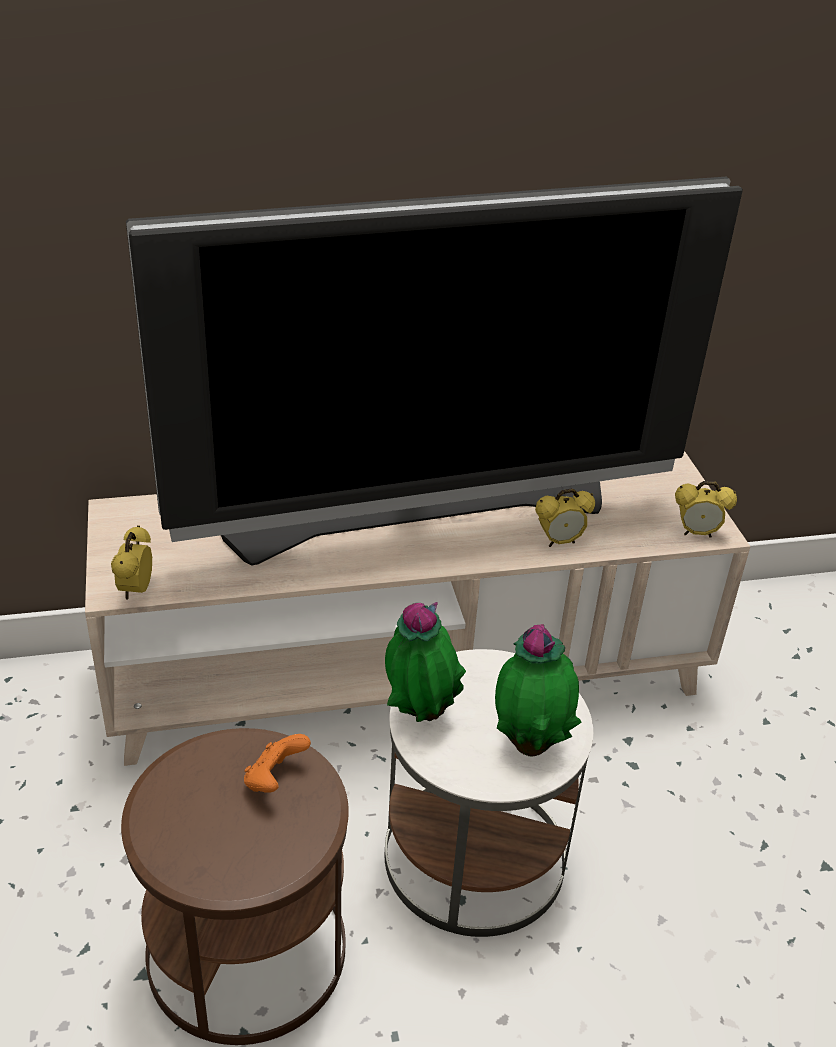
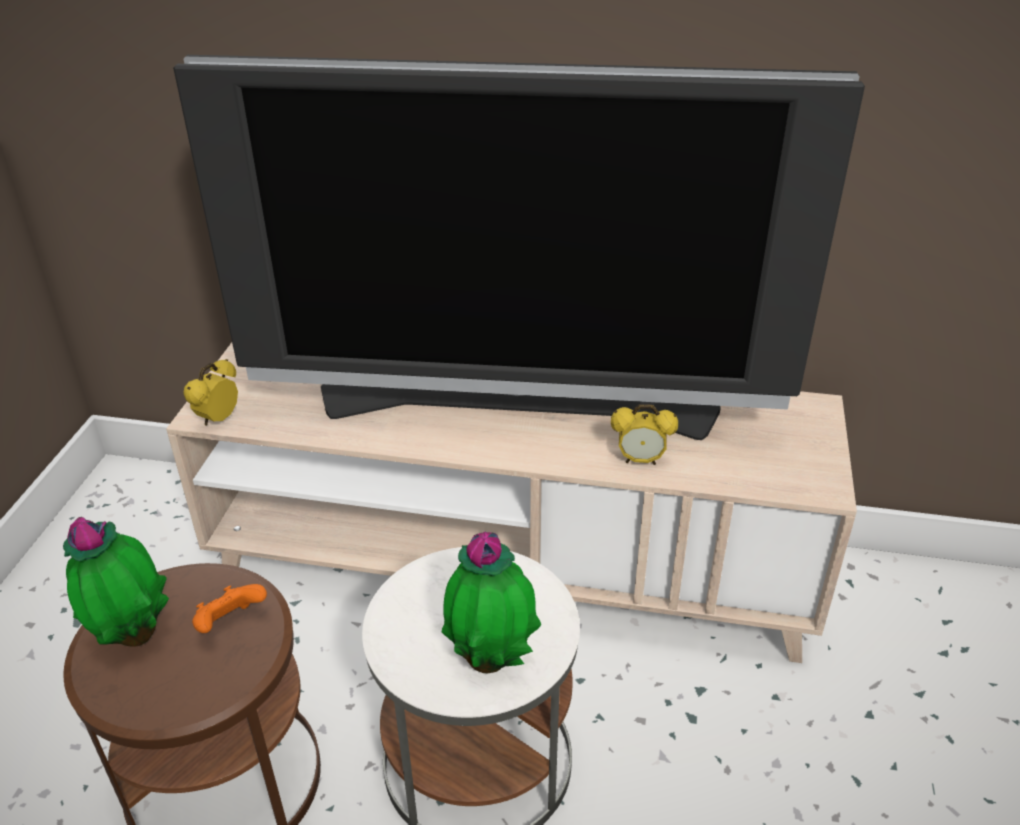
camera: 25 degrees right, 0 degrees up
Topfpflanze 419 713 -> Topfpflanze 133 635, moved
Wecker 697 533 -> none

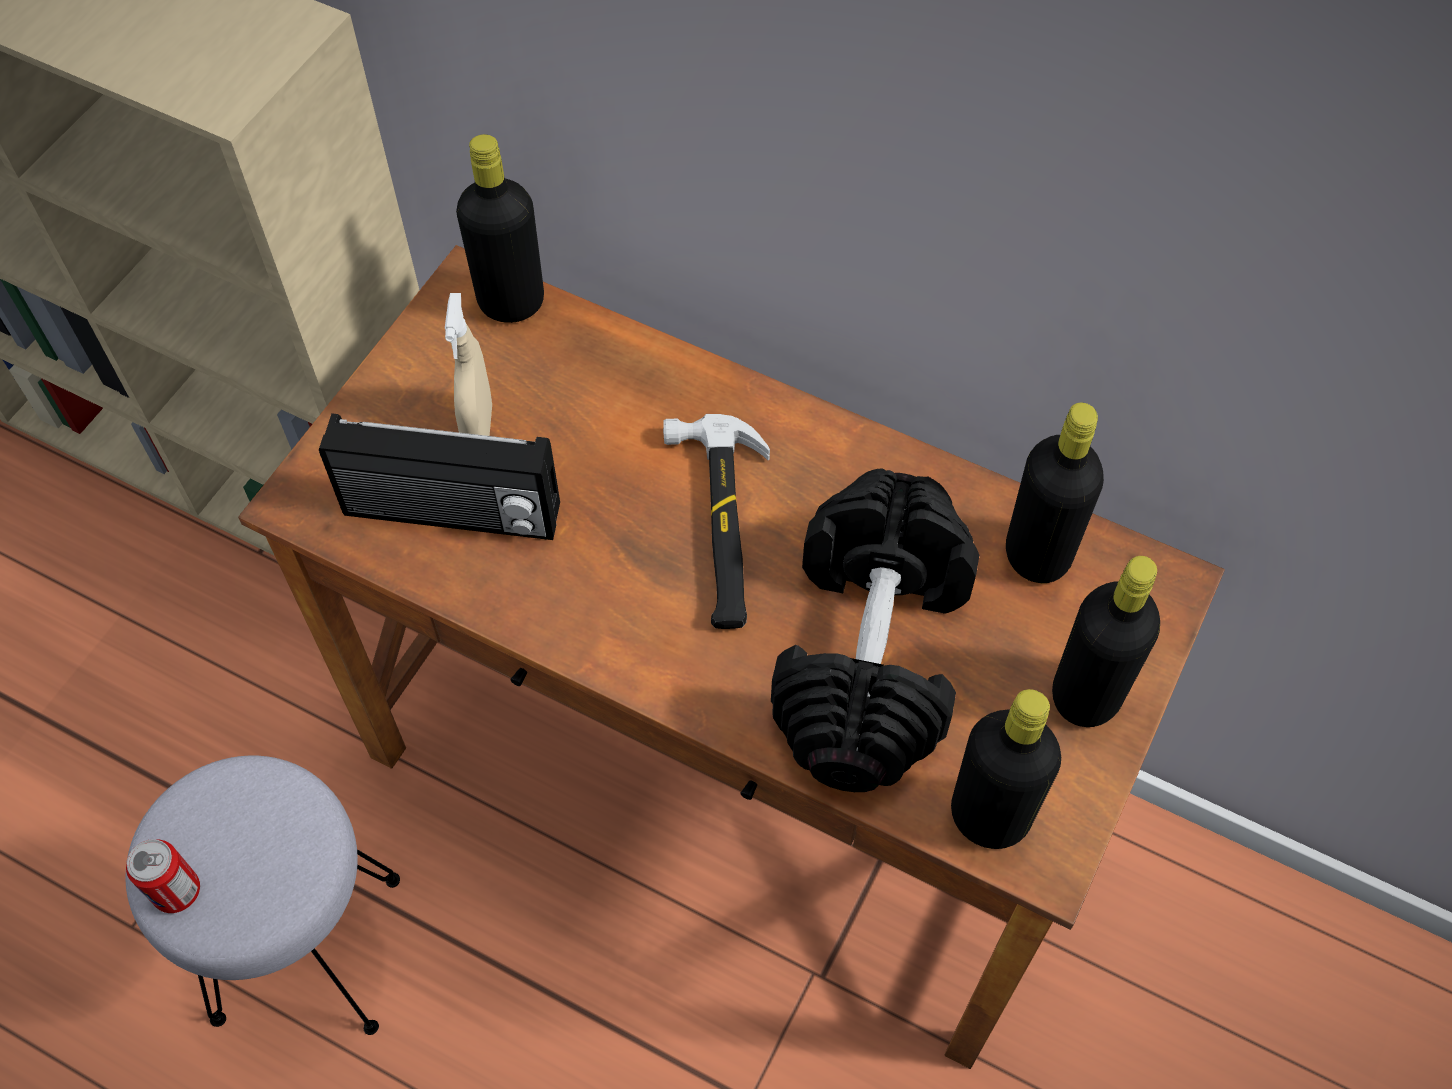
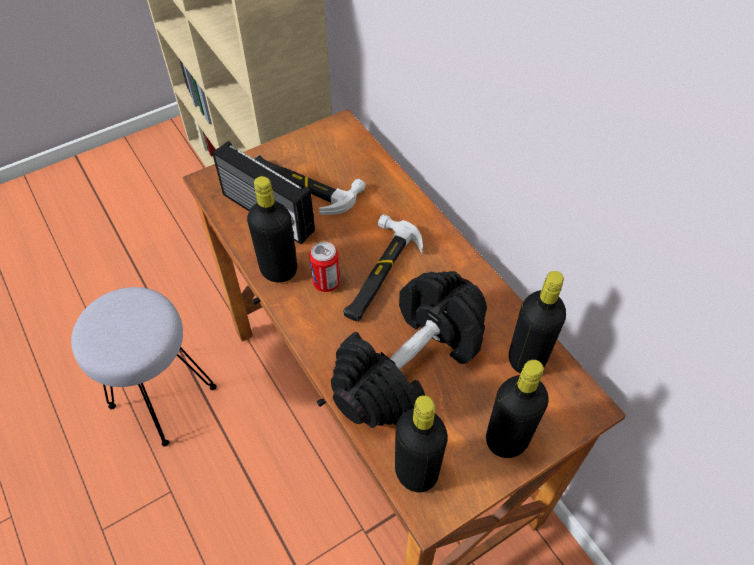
camera: 30 degrees right, 5 degrees down
Flasche [schwarz] 511 302 -> Flasche [schwarz] 278 270, moved
Sprühflasche [beige] 479 429 -> Hammer 303 185
Dose 177 891 -> Dose 326 282, moved

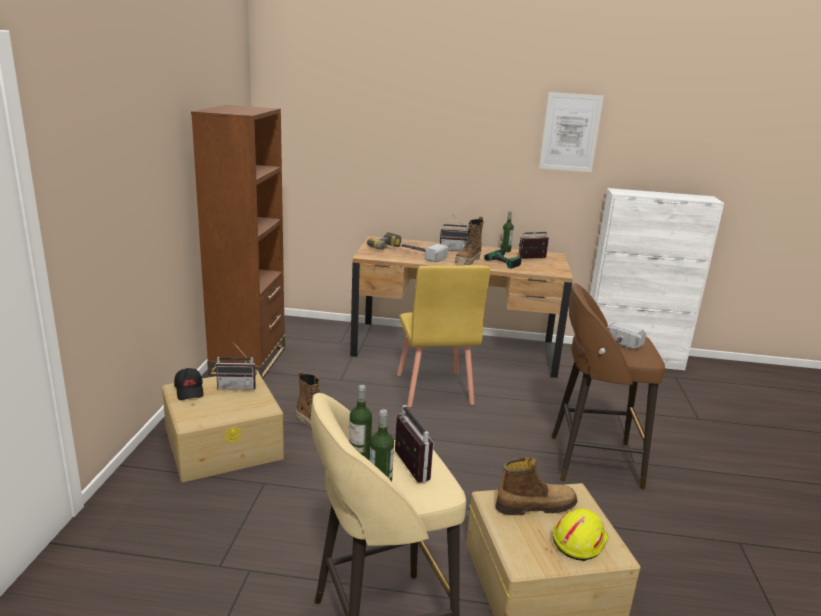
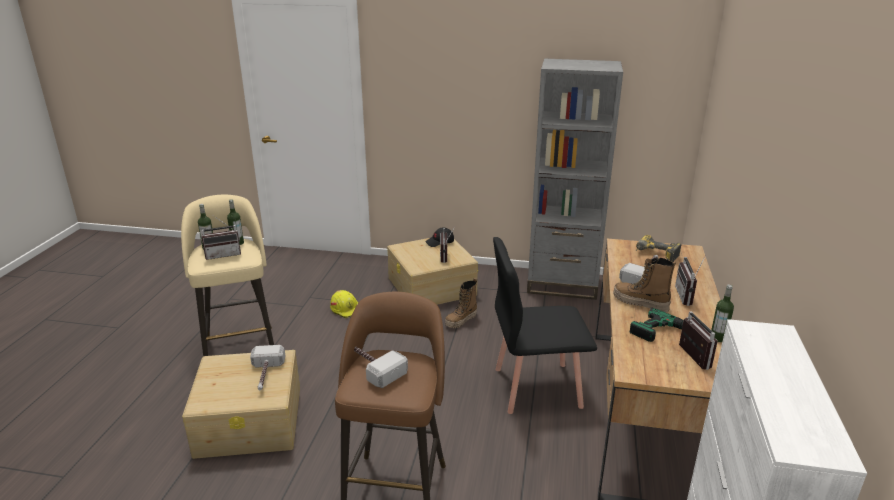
camera: 95 degrees right, 5 degrees up
Stiefel 535 506 -> Hammer 265 375
Schutzhelm [gelb] 578 540 -> Schutzhelm [gelb] 346 309, moved
Stuhl [gelb] 433 389 -> Stuhl [schwarz] 536 387
Bücherregal [braun] 249 361 -> Bücherregal [grau] 562 285
Bild 570 132 -> none

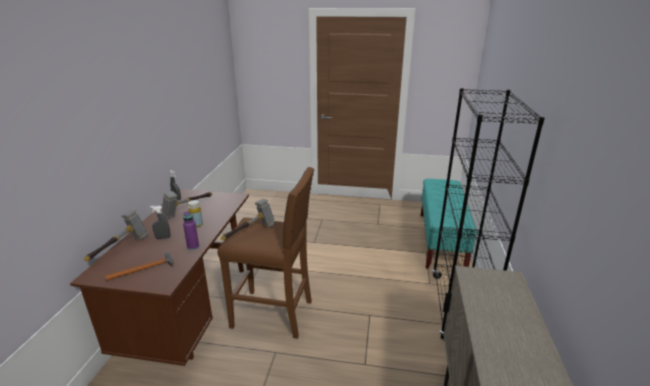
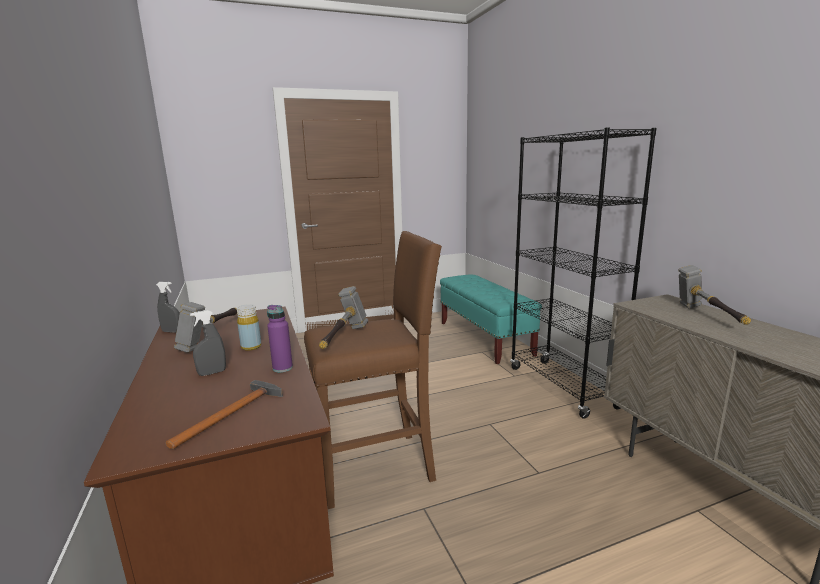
camera: 30 degrees left, 10 degrees down
Hammer 120 249 -> Hammer 708 317, moved

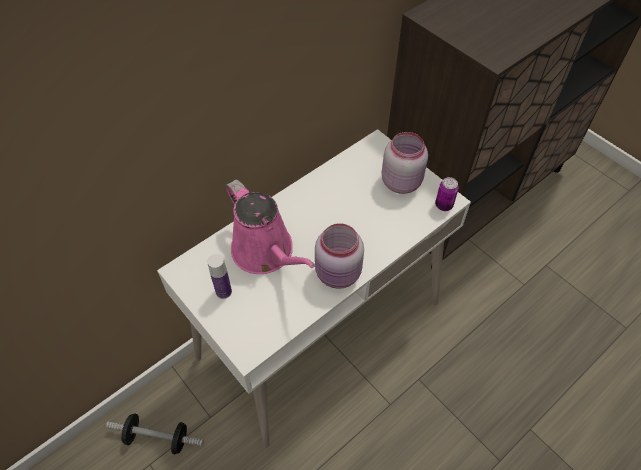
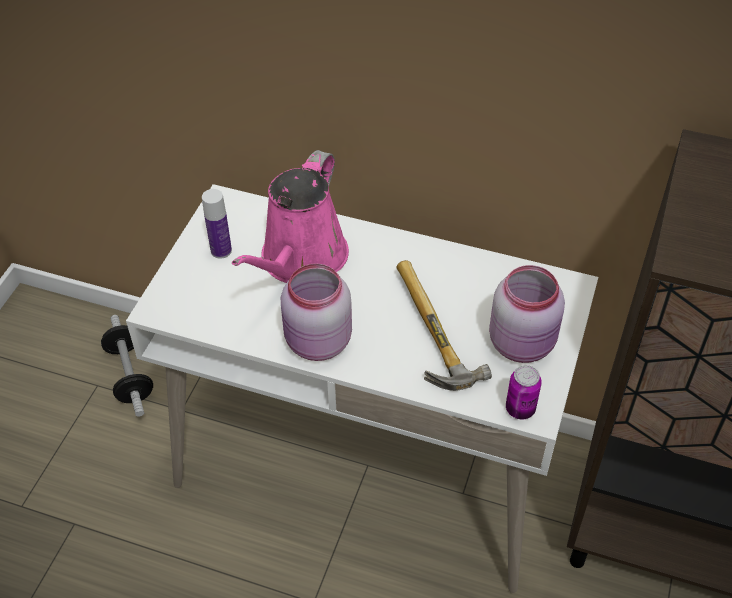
camera: 60 degrees right, 5 degrees down
none -> Hammer 425 332

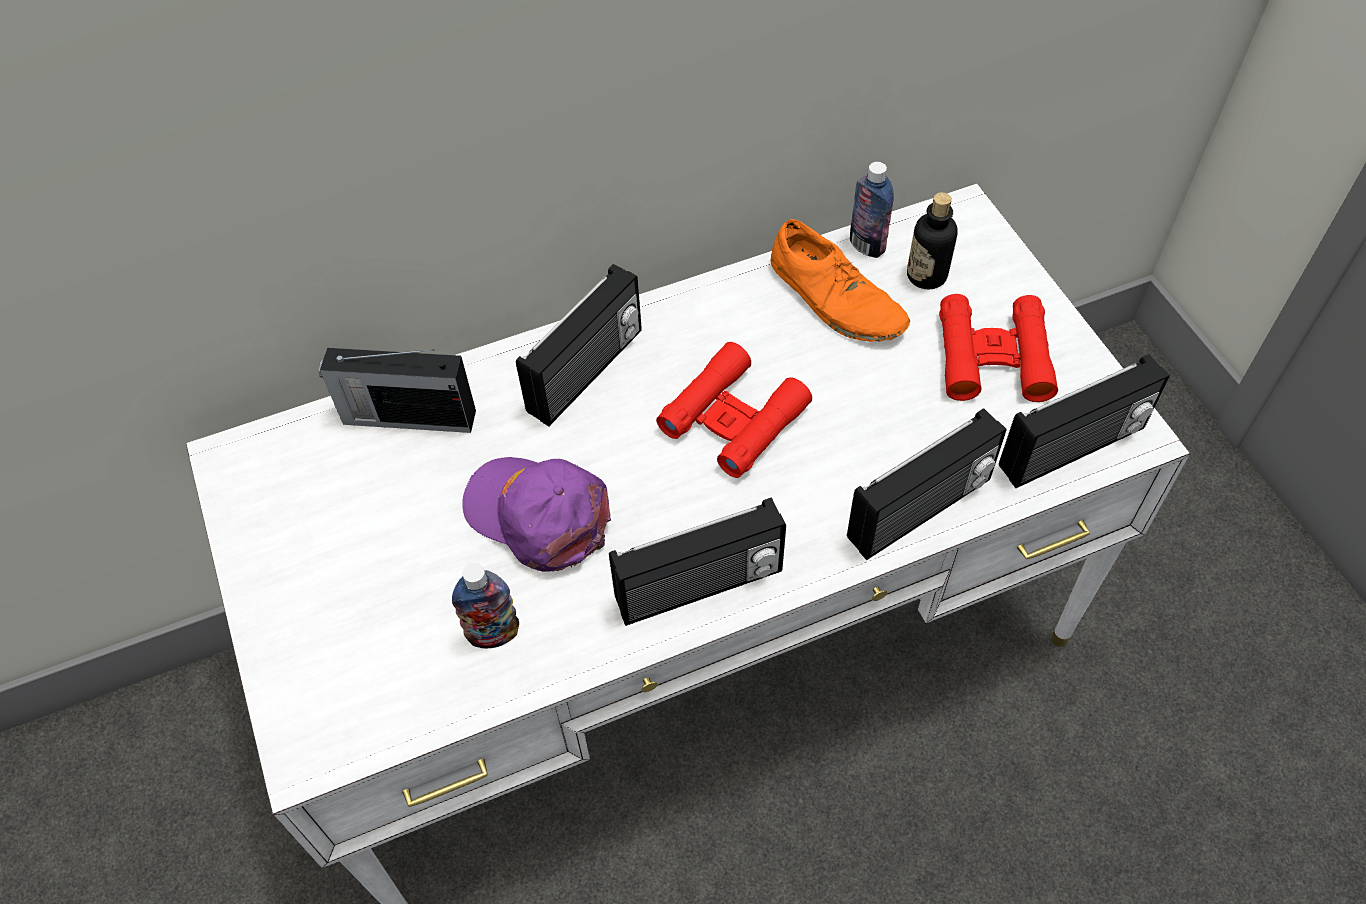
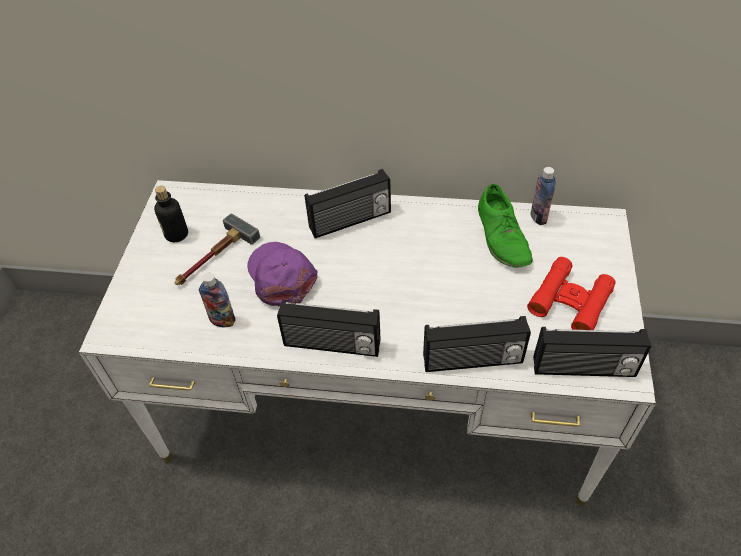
camera: 30 degrees right, 5 degrees down
Flasche 926 276 -> Flasche 176 234, moved
none -> Hammer 213 257
Schuh [orange] 836 298 -> Schuh [grün] 502 236
Radio 407 416 -> none
Fernglas [rot] 733 419 -> none

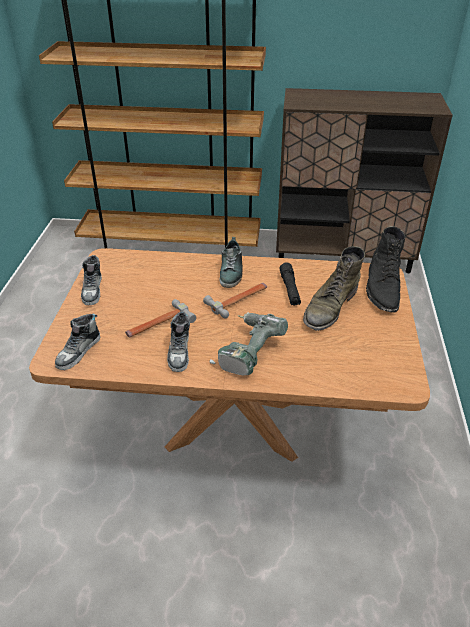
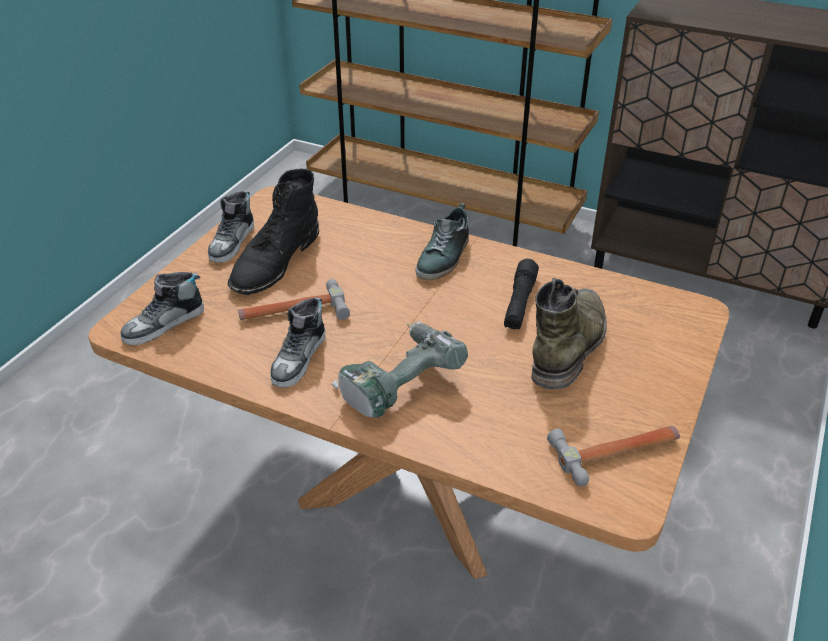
camera: 20 degrees right, 0 degrees up
Stiefel [schwarz] 382 289 -> Stiefel [schwarz] 275 261, moved
Stiefel [grün] 330 307 -> Stiefel [grün] 569 345, 150 degrees clockwise
Hammer 239 300 -> Hammer 617 451, moved

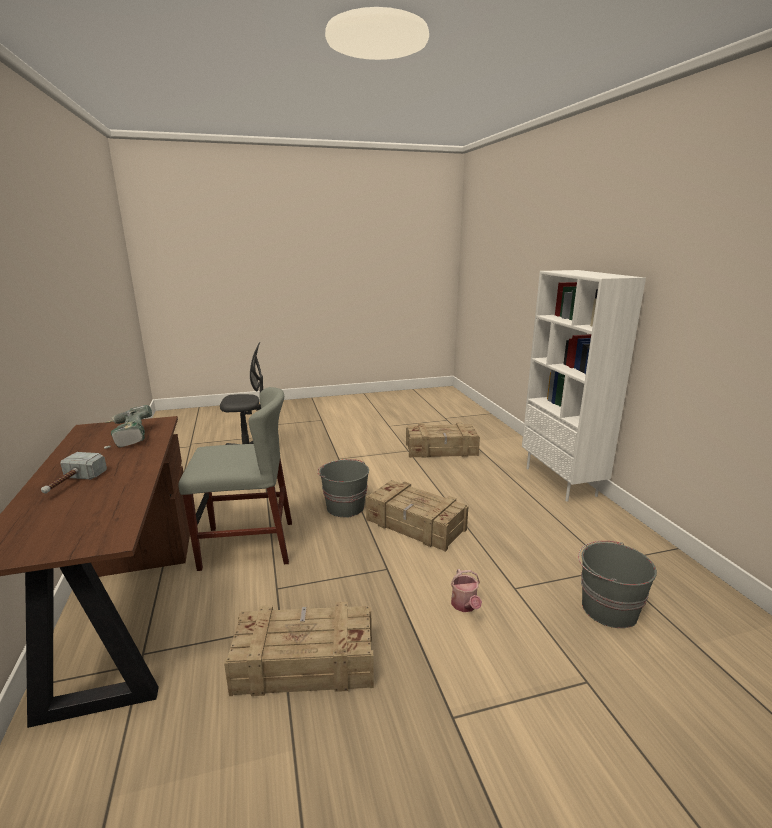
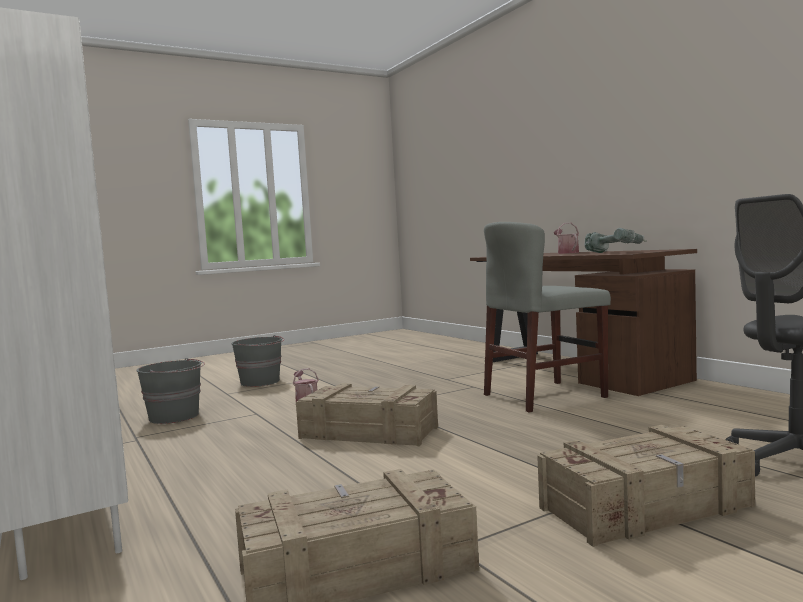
camera: 165 degrees right, 15 degrees down
Eimer [grau] 344 507 -> Eimer [grau] 261 382, moved
Kiste 304 663 -> Kiste 647 507, moved
Hammer 71 484 -> Gießkanne 567 253

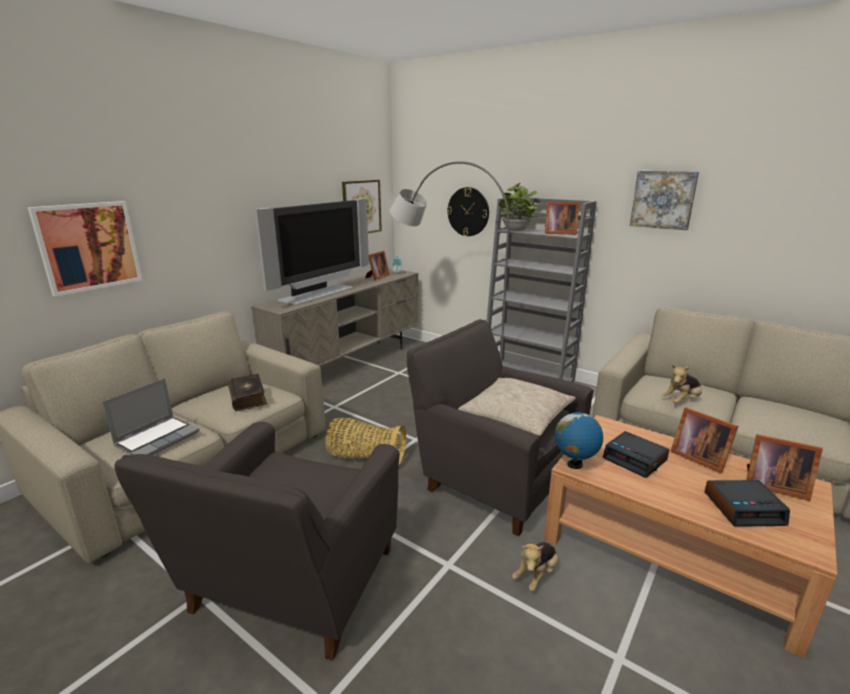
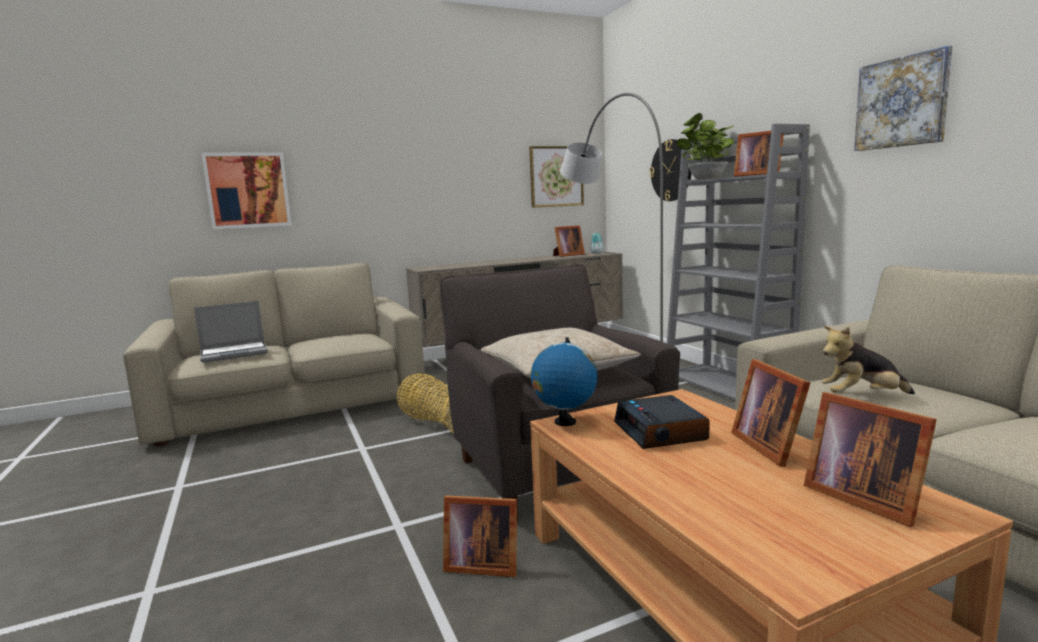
camera: 30 degrees right, 10 degrees down
Plüschtier 536 575 -> Bilderrahmen 480 564
Sessel [grau] 290 588 -> none
Buch 248 398 -> none
Fernseher 318 294 -> none
Wecker 743 508 -> none

